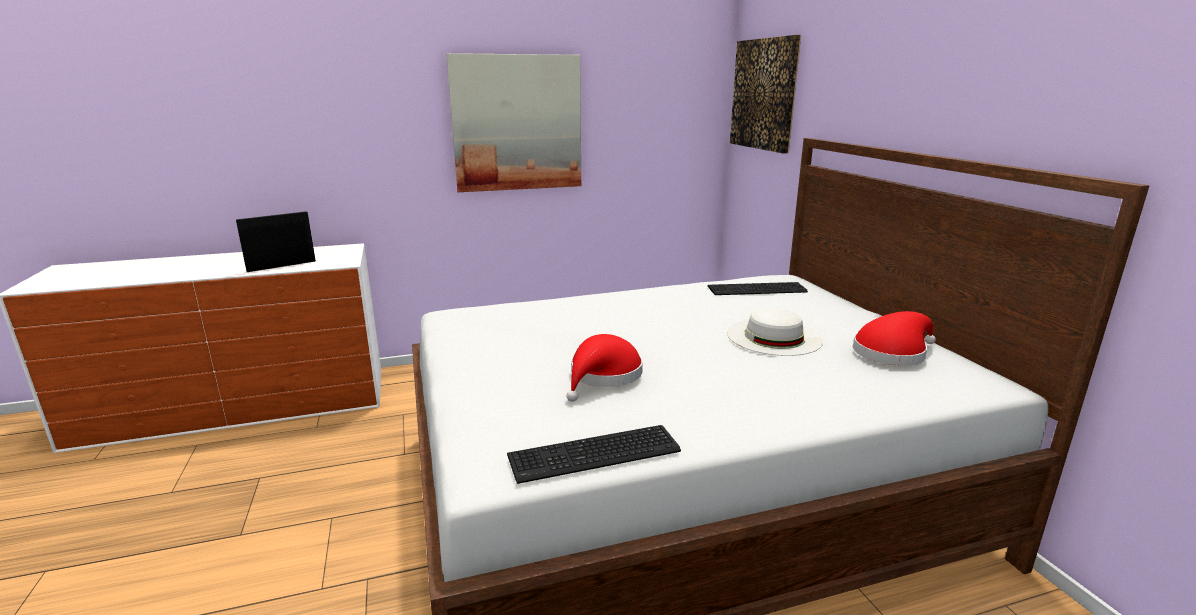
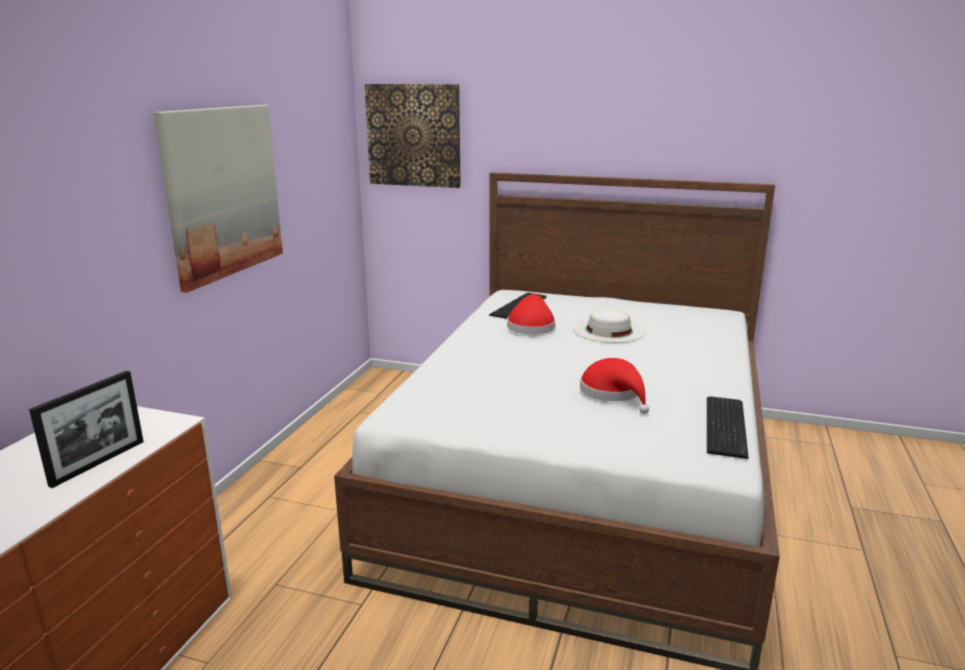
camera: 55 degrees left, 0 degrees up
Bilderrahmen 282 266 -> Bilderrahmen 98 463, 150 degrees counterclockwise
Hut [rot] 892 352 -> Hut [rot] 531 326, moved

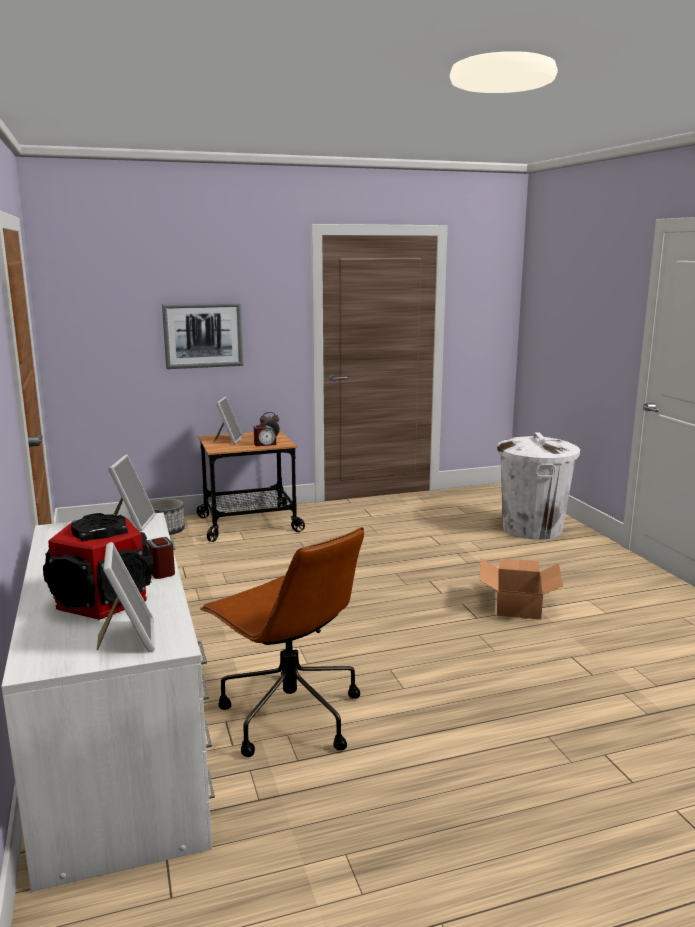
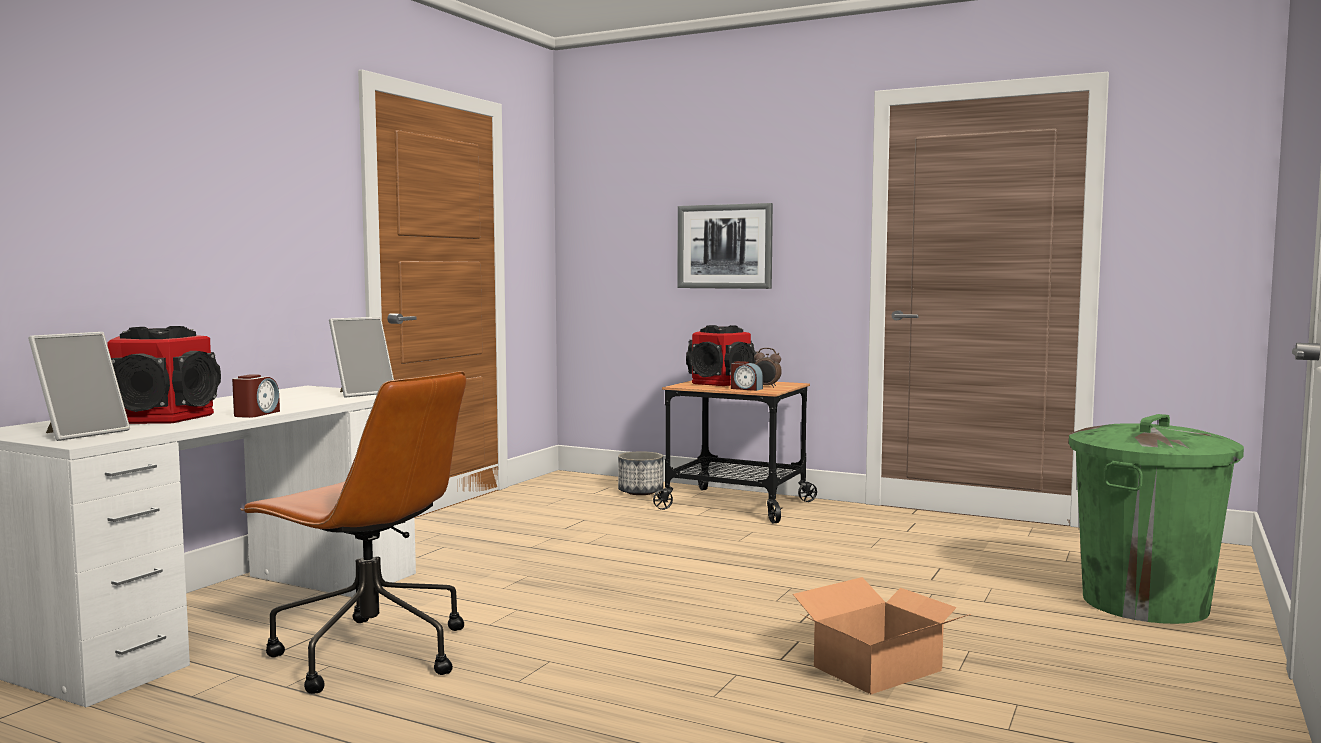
camera: 45 degrees right, 10 degrees down
Bürostuhl [braun] 289 715 -> Bürostuhl [braun] 368 653, 60 degrees counterclockwise
Bilderrahmen 228 440 -> Lautsprecher 720 382
Mülleimer [weiß] 532 528 -> Mülleimer [grün] 1145 603

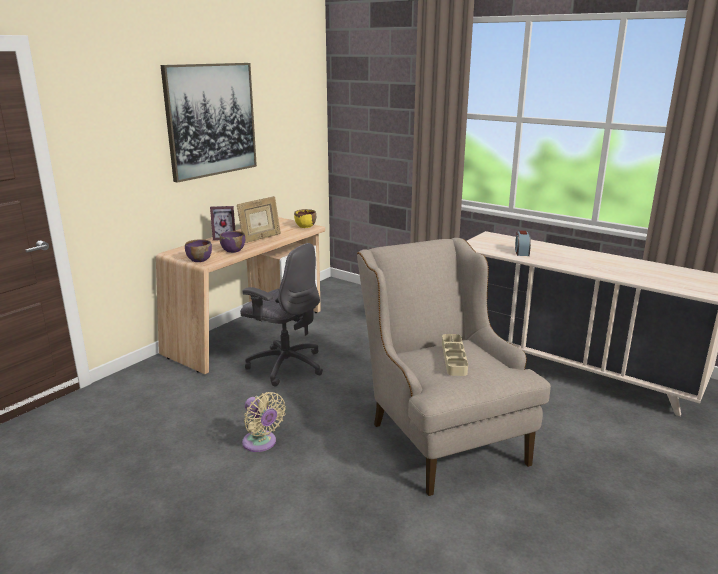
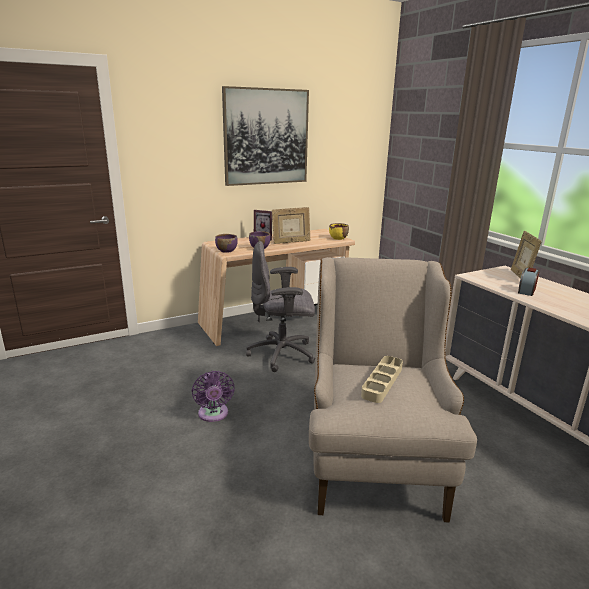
camera: 25 degrees right, 0 degrees up
Ventilator [beige] 261 443 -> Ventilator [lila] 213 415
Bürostuhl [grau] 285 365 -> Bürostuhl [grau] 283 354, 120 degrees clockwise
none -> Bilderrahmen 520 277

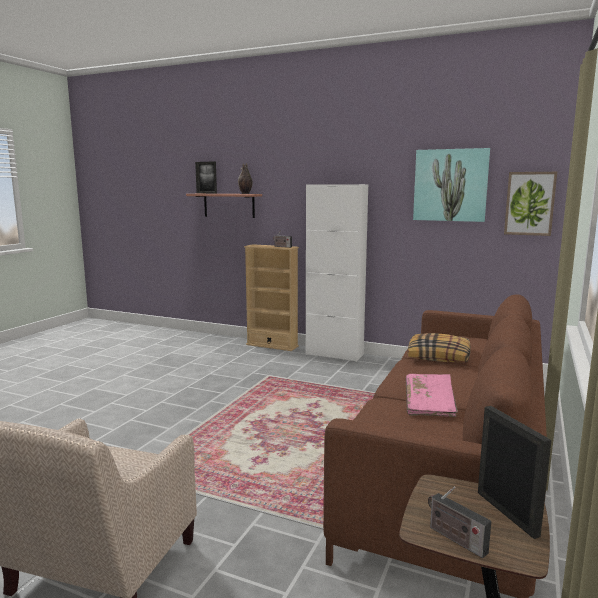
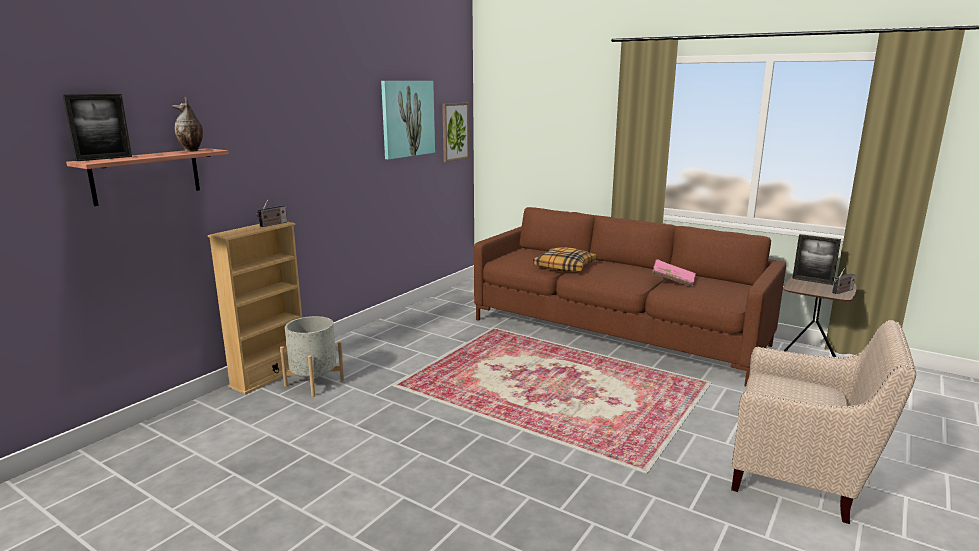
camera: 80 degrees left, 5 degrees up
none -> Pflanzkübel [grau] 314 383
Bilderrahmen 507 513 -> Bilderrahmen 812 281, 135 degrees counterclockwise
Schrank [weiß] 334 354 -> none

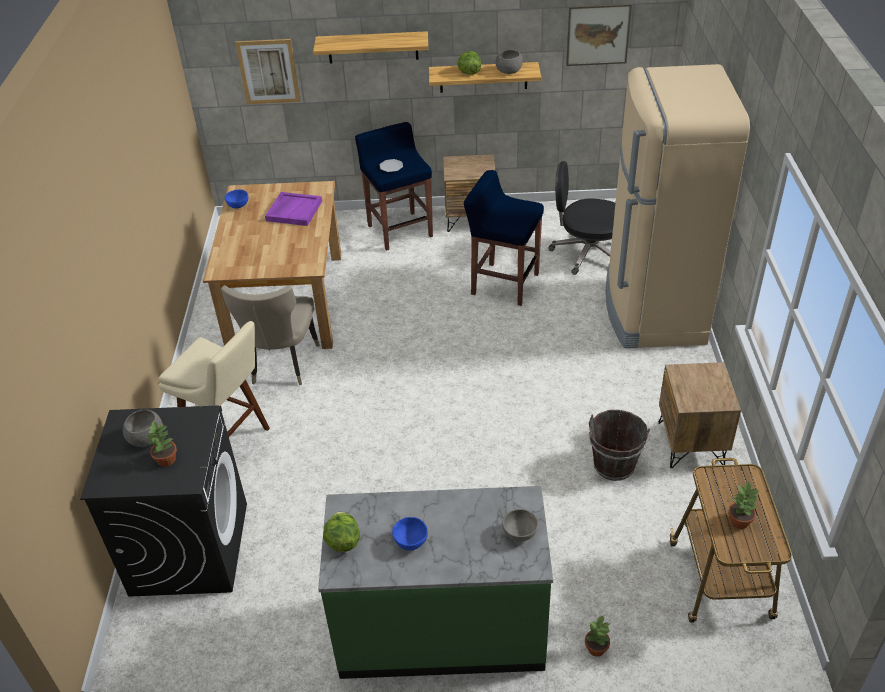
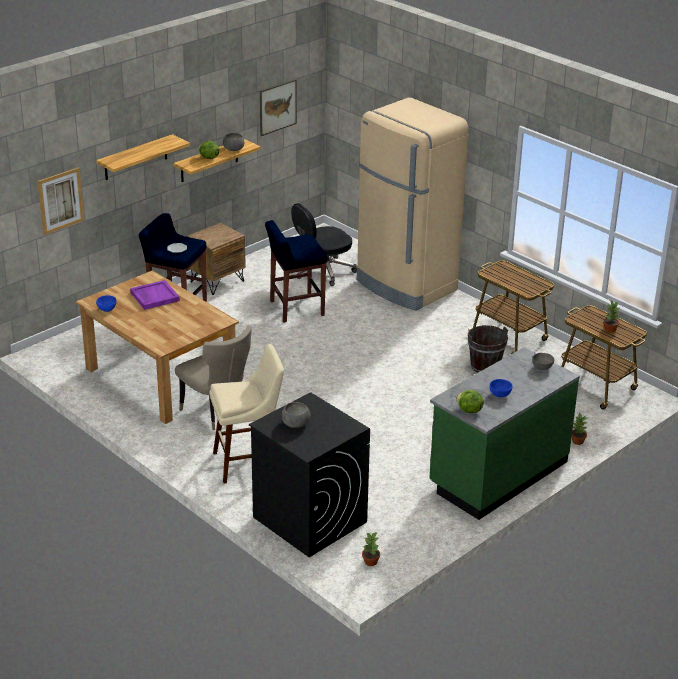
camera: 45 degrees left, 10 degrees down
Topfpflanze 166 460 -> Topfpflanze 371 562, moved
Nachttisch [braun] 691 443 -> Rollwagen 509 339

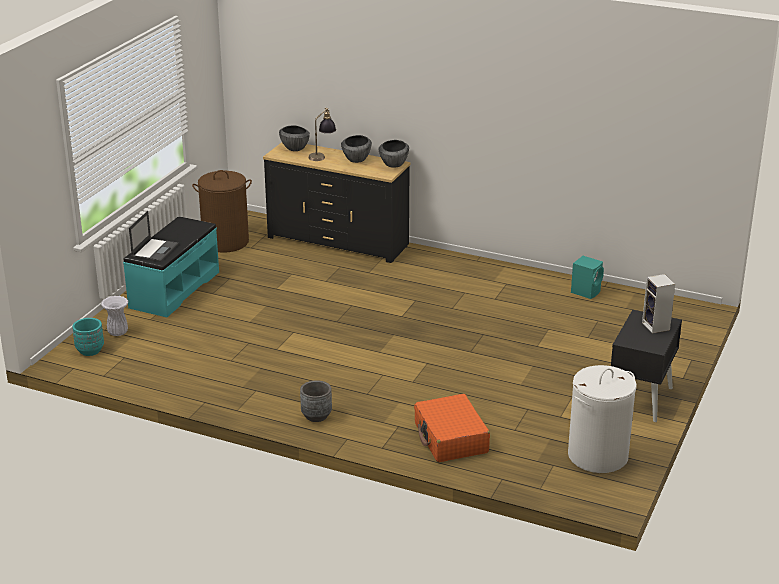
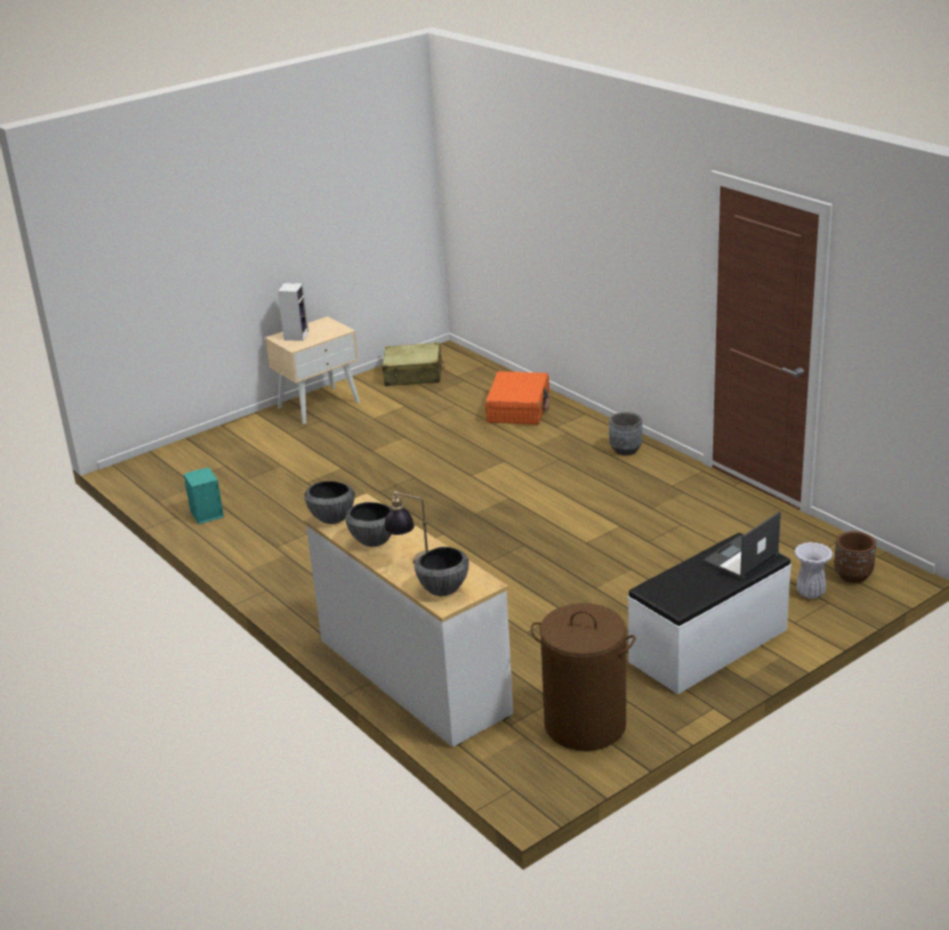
camera: 150 degrees left, 0 degrees up
Nachttisch [schwarz] 640 399 -> Nachttisch [beige] 319 404
Kommode [schwarz] 338 241 -> Kommode [weiß] 412 677
Wäschekorb [weiß] 598 456 -> Koffer [beige] 413 375
Bank [türkis] 174 289 -> Bank [weiß] 709 646
Pflanzkübel [türkis] 90 350 -> Pflanzkübel [braun] 853 575

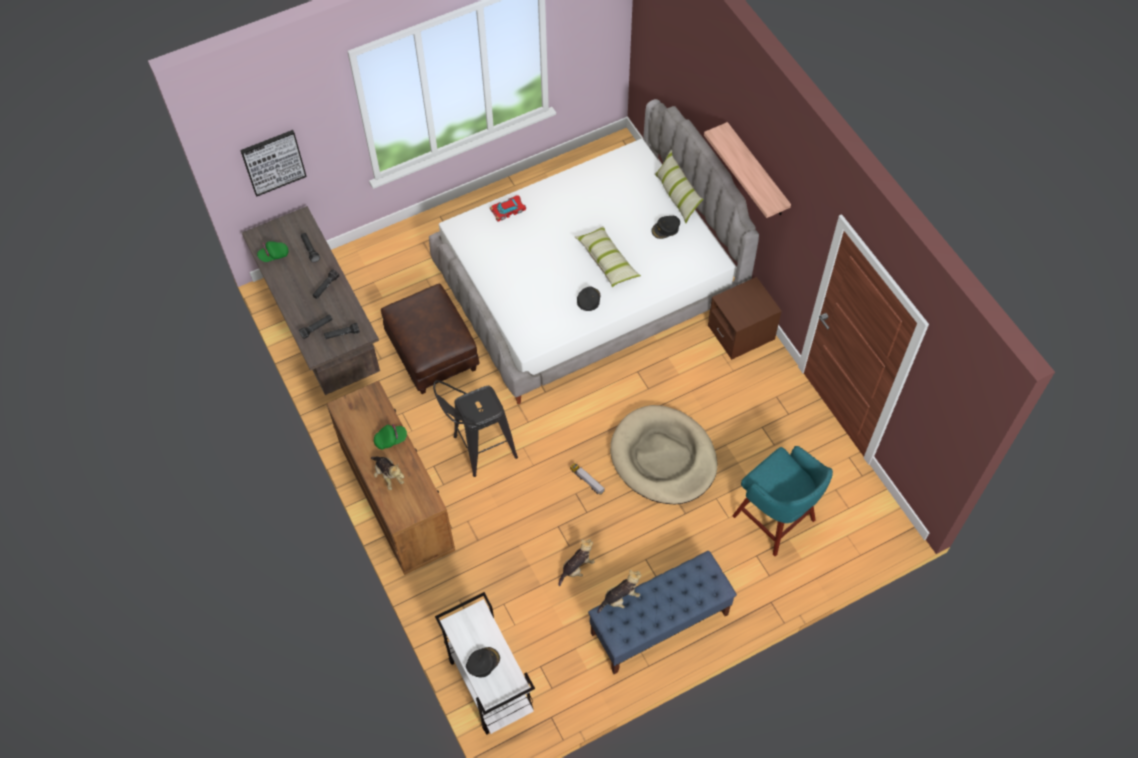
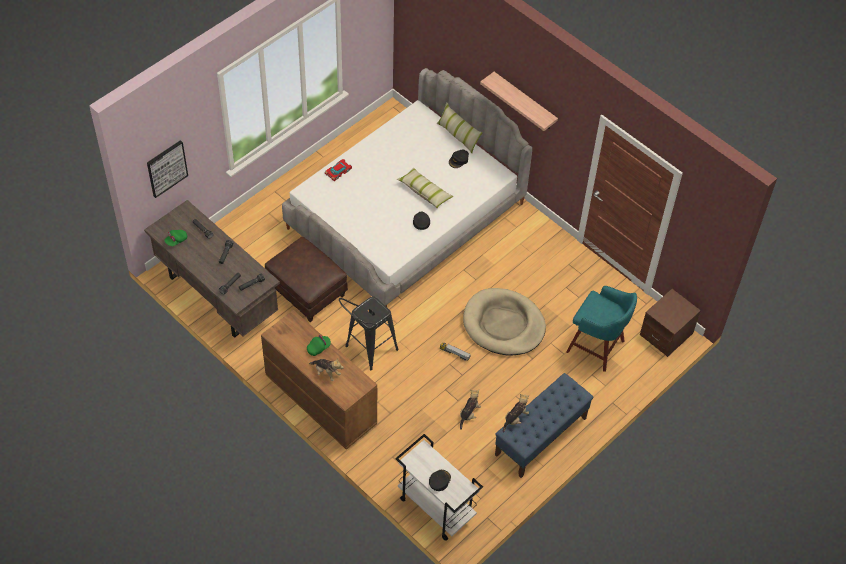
camera: 20 degrees left, 5 degrees down
Nachttisch [braun] 741 333 -> Nachttisch [braun] 666 334, moved

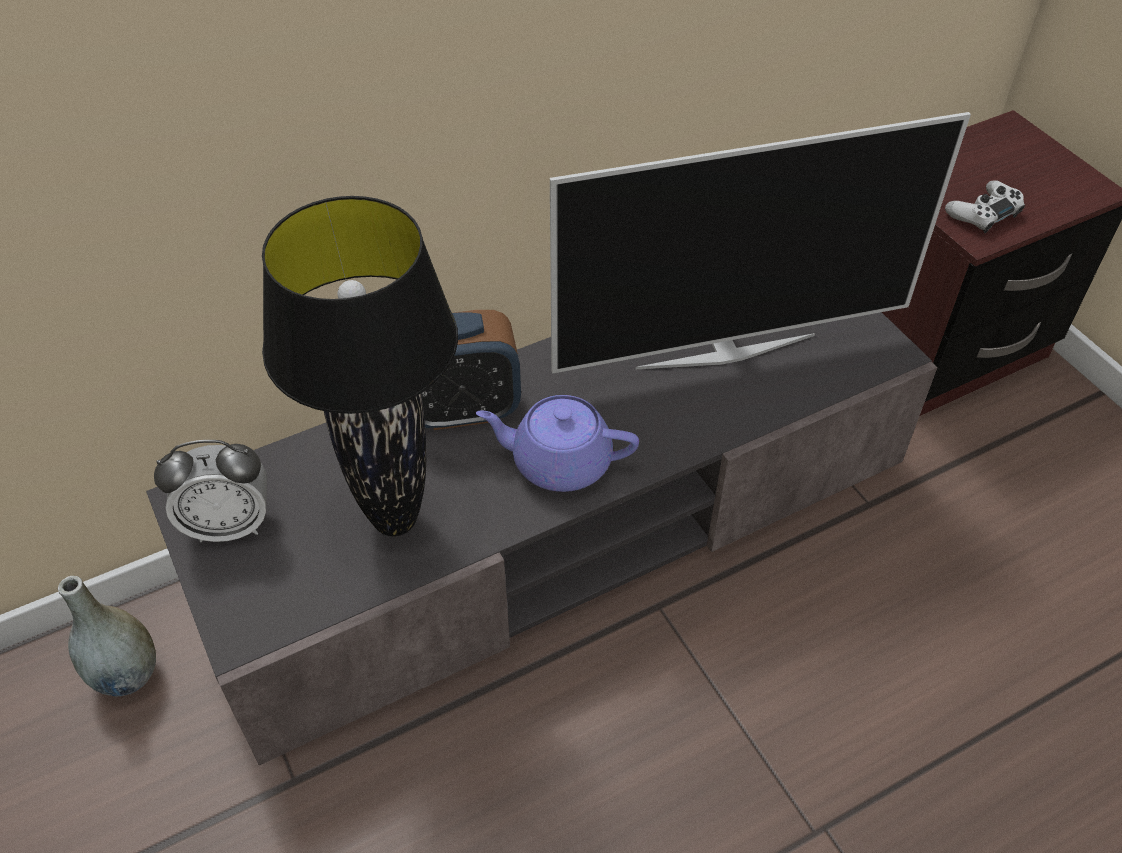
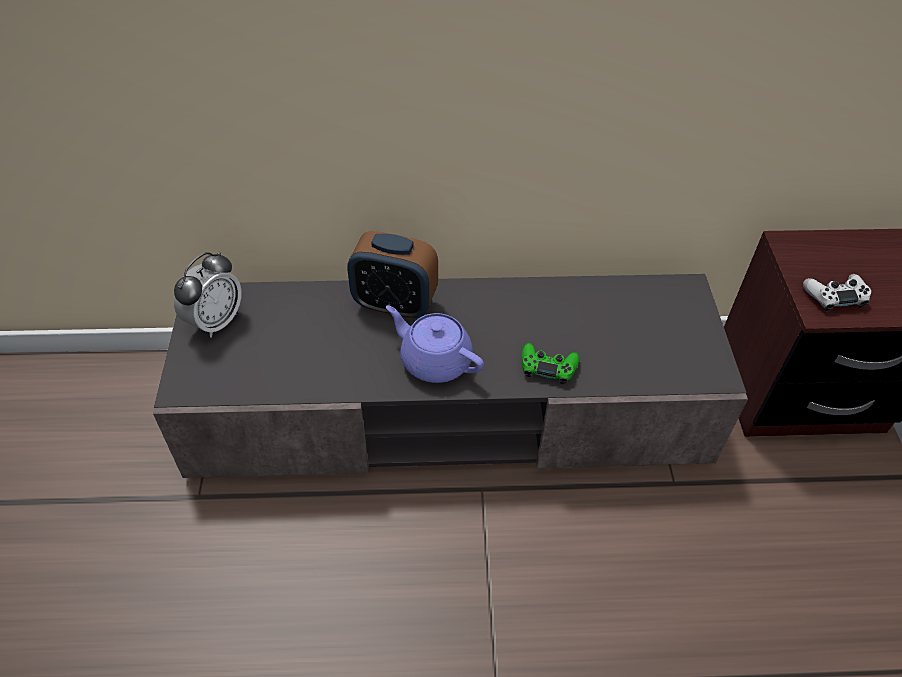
camera: 25 degrees right, 0 degrees up
Wecker 229 525 -> Wecker 215 321, 75 degrees counterclockwise
none -> Gamepad [grün] 548 367
Vase [grau] 127 675 -> none
Tischlampe [schwarz] 396 519 -> none
Fernseher 725 349 -> none

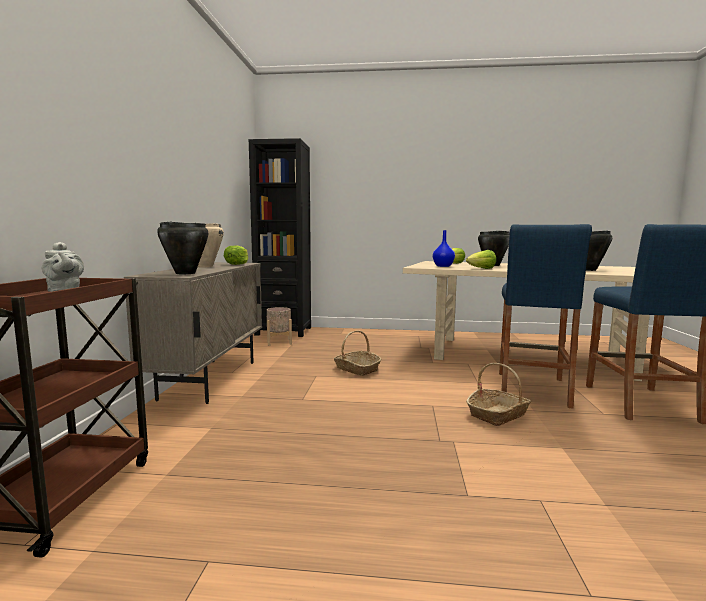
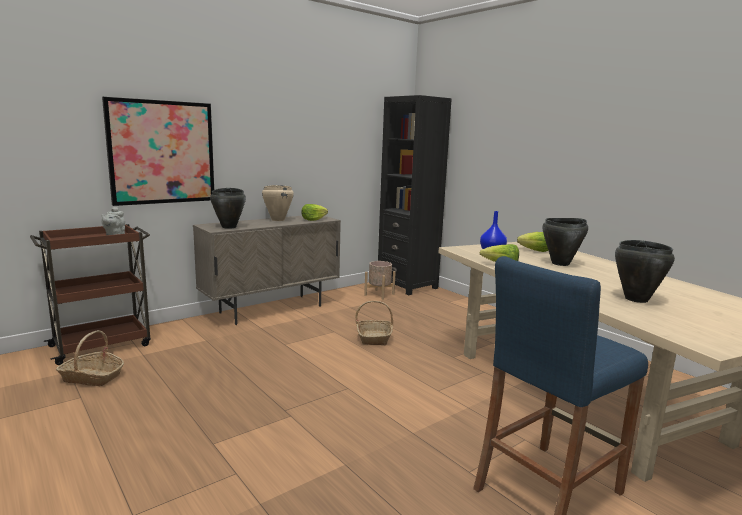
camera: 45 degrees right, 5 degrees up
Korb 498 414 -> Korb 92 377, moved
none -> Bild 162 152
Hocker [blau] 532 389 -> none

